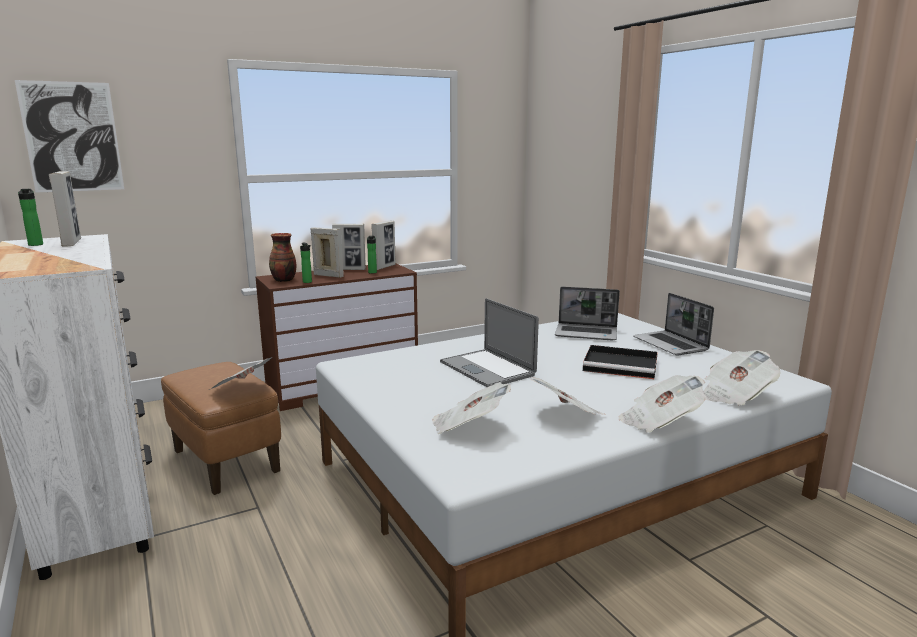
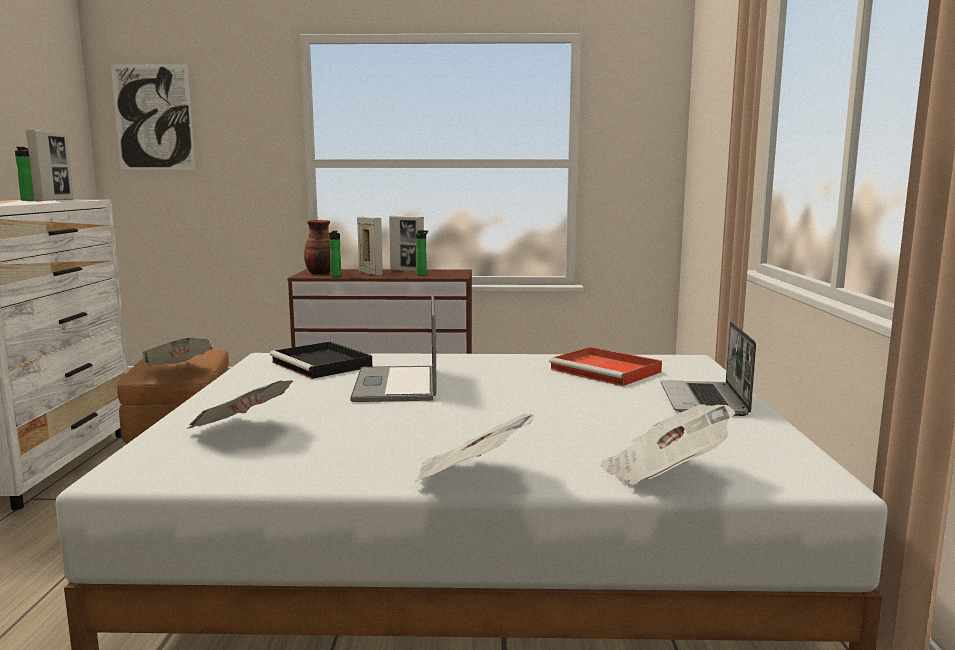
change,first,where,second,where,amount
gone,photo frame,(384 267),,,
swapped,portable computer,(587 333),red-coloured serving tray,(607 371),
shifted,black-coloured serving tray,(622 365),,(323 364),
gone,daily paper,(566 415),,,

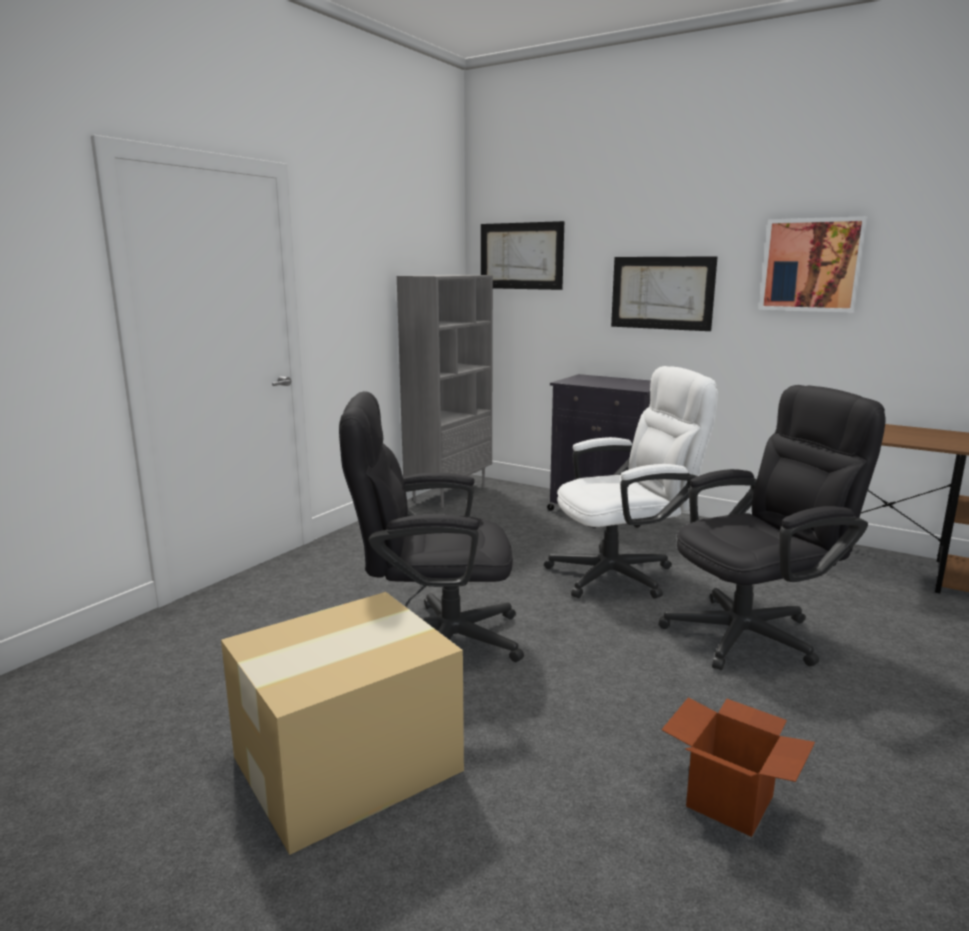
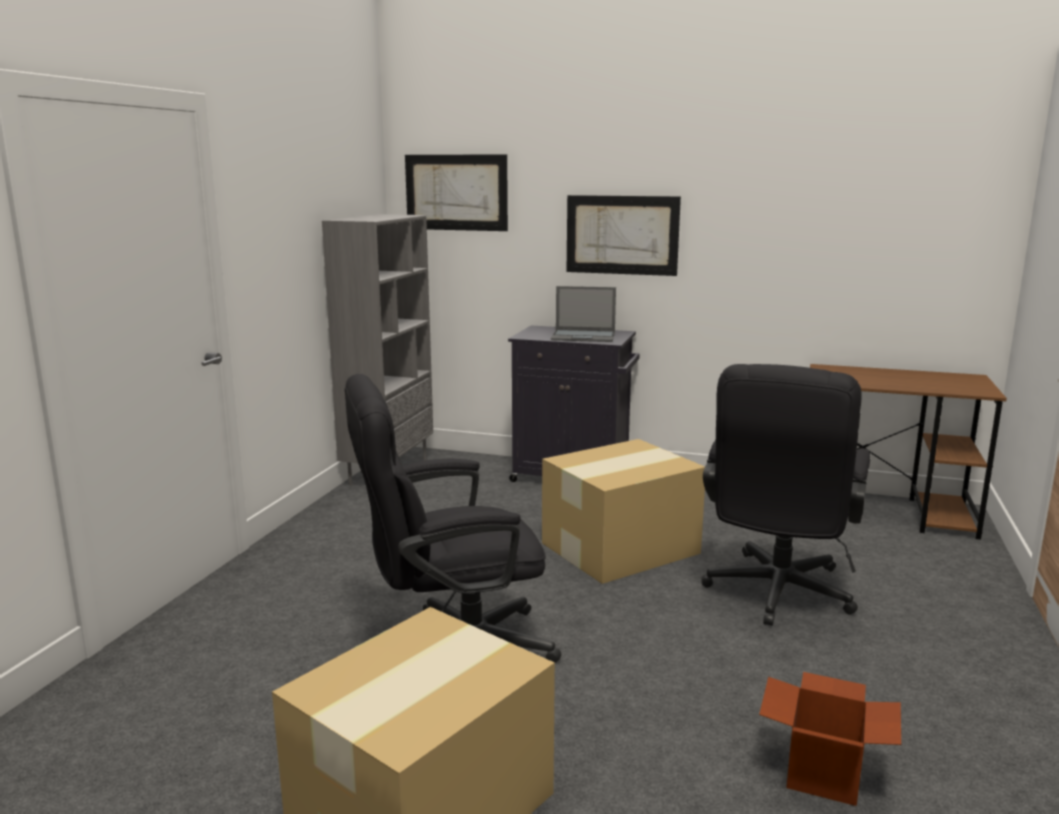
change,first,where,second,where,amount
gone,wall art,(811 265),,,
swapped,white office chair,(623 574),cardboard box,(622 548),
rotated,black-coloured office chair,(754 632),,(776 596),150 degrees clockwise
new,,,portable computer,(584 336),

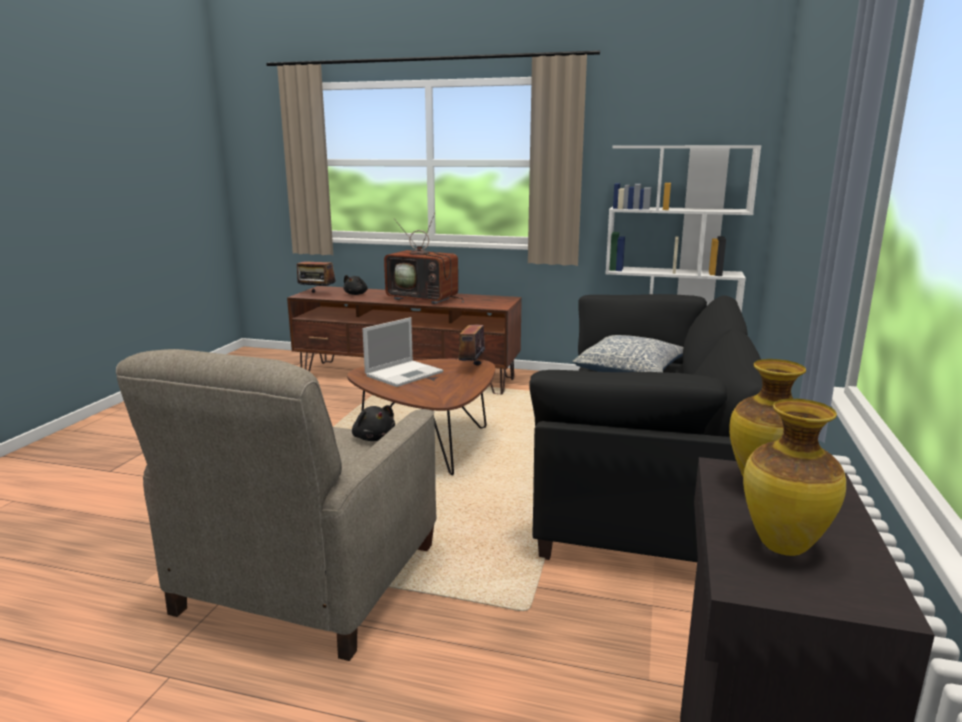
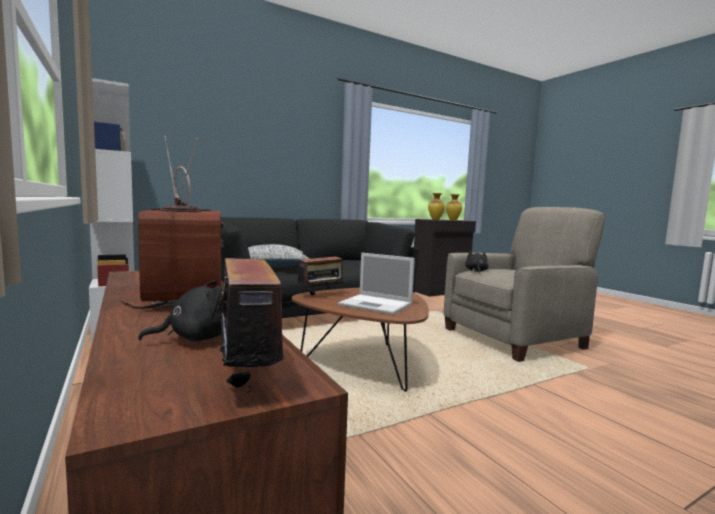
change,first,where,second,where,amount
rotated,portable computer,(405 373),,(377 305),150 degrees counterclockwise

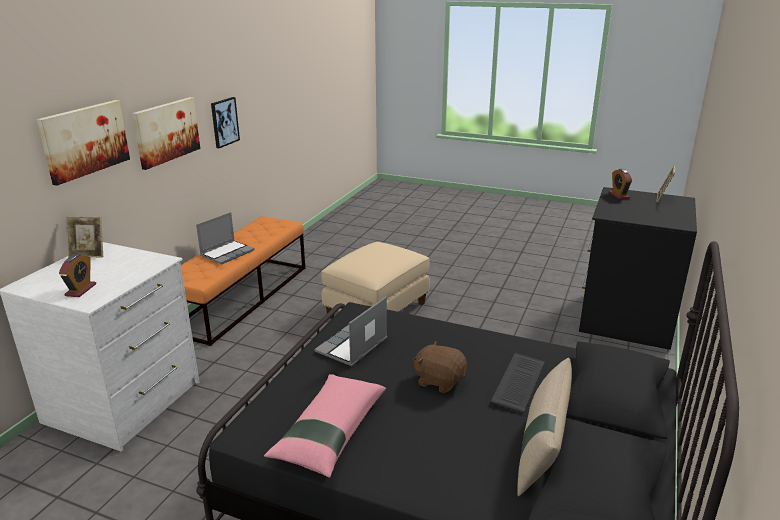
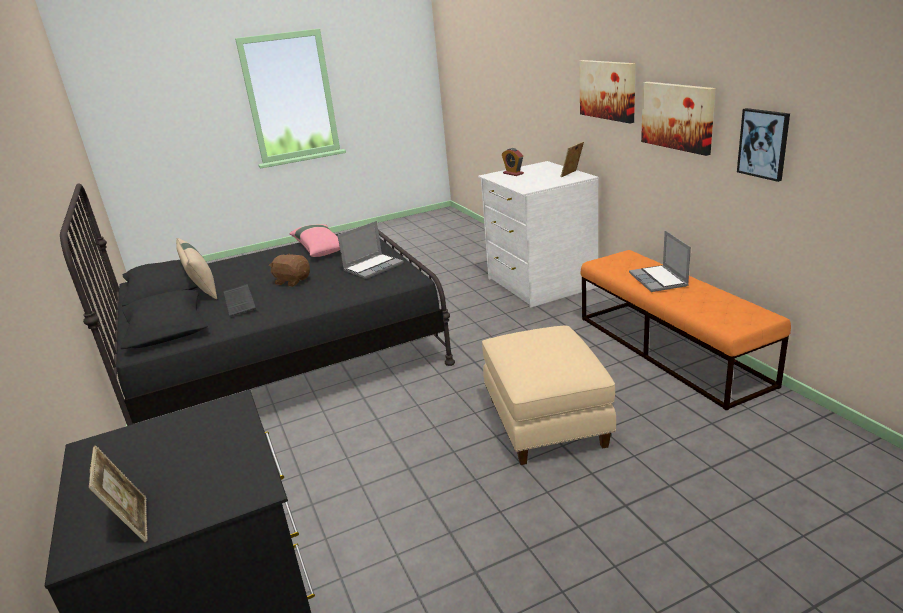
change,first,where,second,where,amount
gone,alarm clock,(618 195),,,
rotated,portable computer,(352 346),,(373 267),60 degrees clockwise
rotated,brownish cuddly toy,(439 381),,(292 281),135 degrees counterclockwise

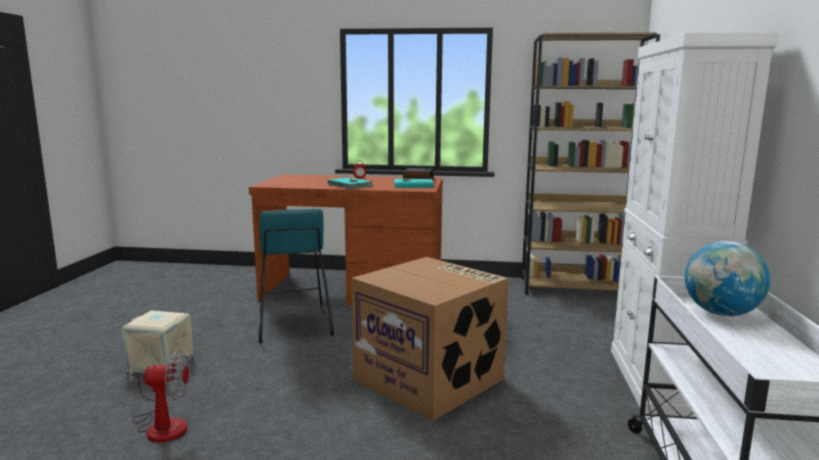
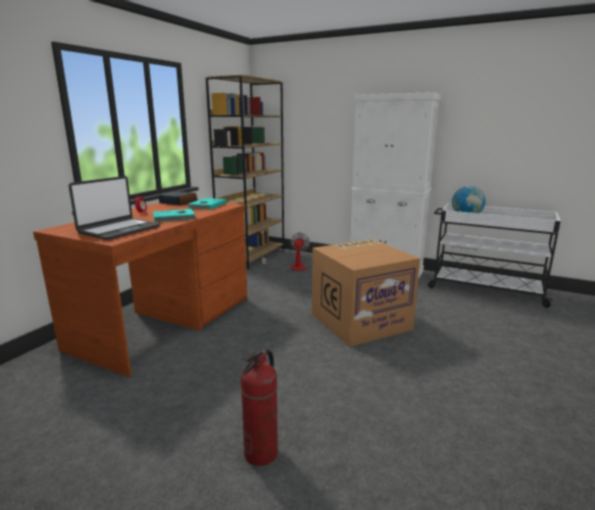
change,first,where,second,where,amount
gone,blue-green sitting stool,(293 326),,,
swapped,beige storage box,(160 363),fire extinguisher,(261 453),
shifted,electric fan,(161 425),,(292 269),
new,,,portable computer,(119 230),

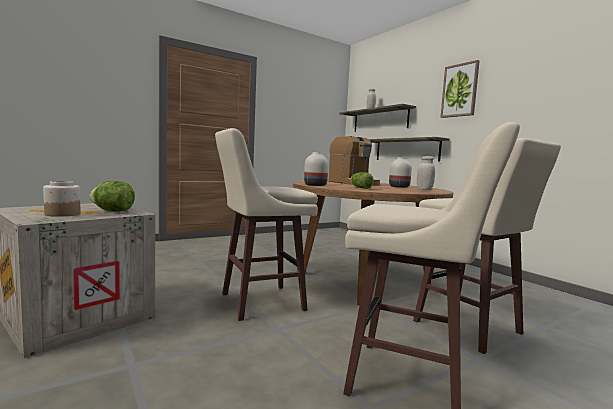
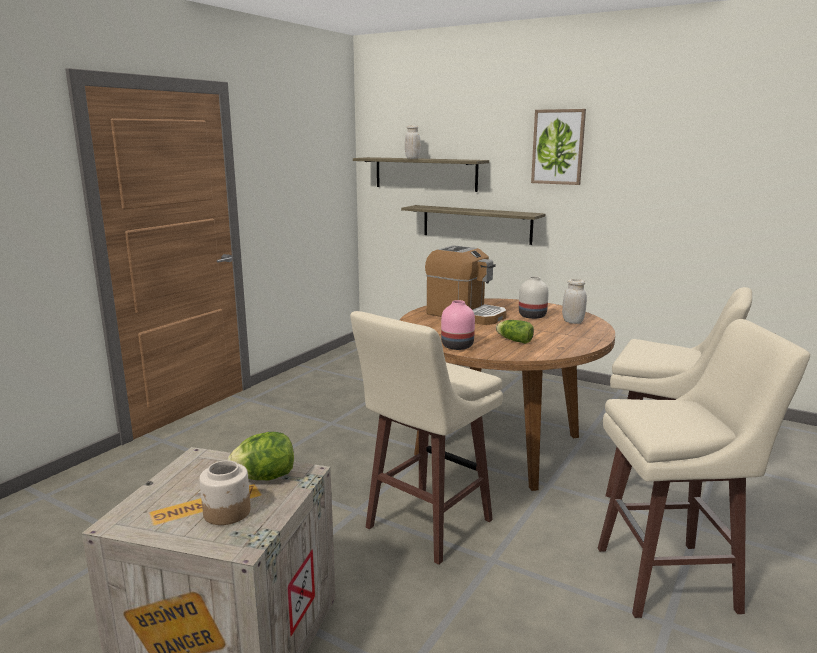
change,first,where,second,where,amount
repainted,white flower vase,(314 185),pinkish flower vase,(456 346),

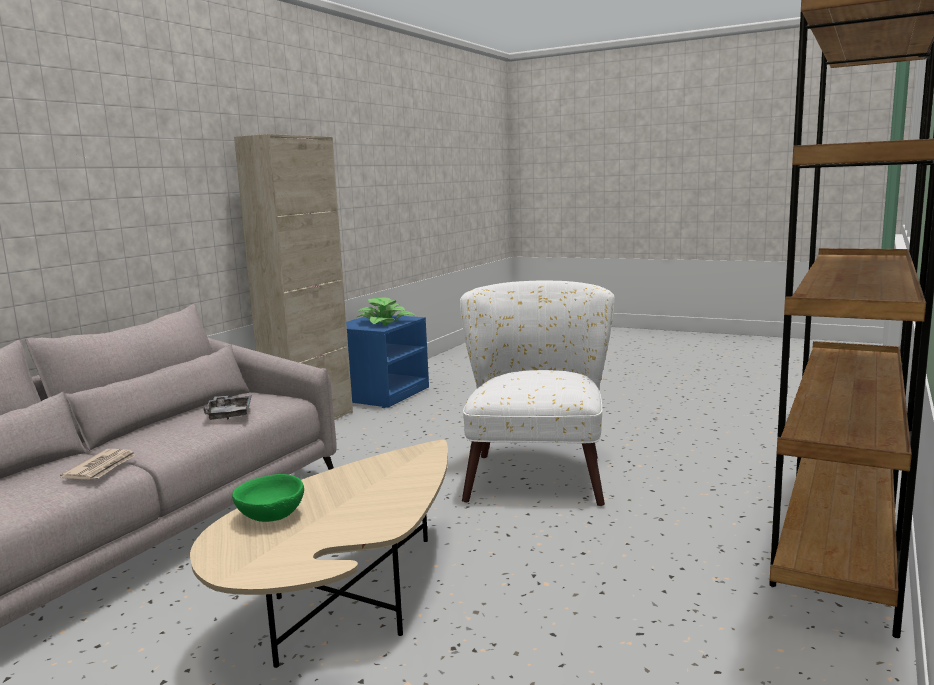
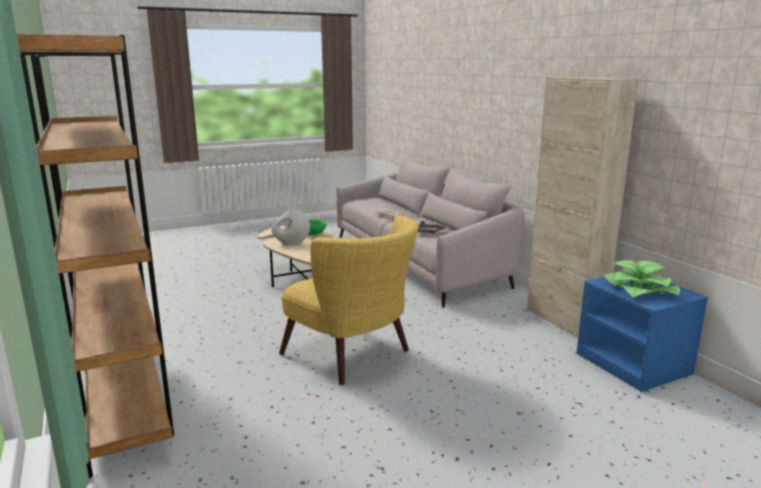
change,first,where,second,where,amount
repainted,white armchair,(537 472),yellowish armchair,(354 357),
new,,,white flower vase,(291 243),

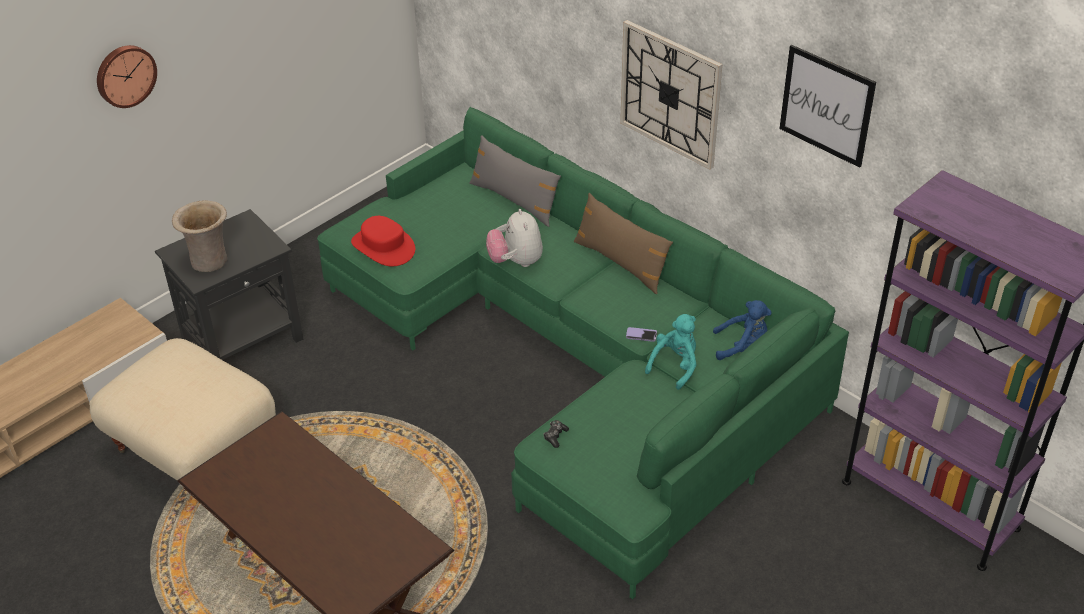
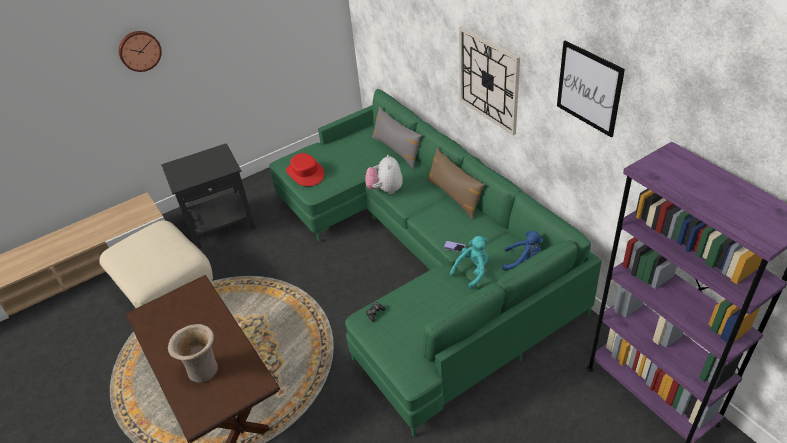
change,first,where,second,where,amount
shifted,beige flower vase,(208 260),,(203 370),

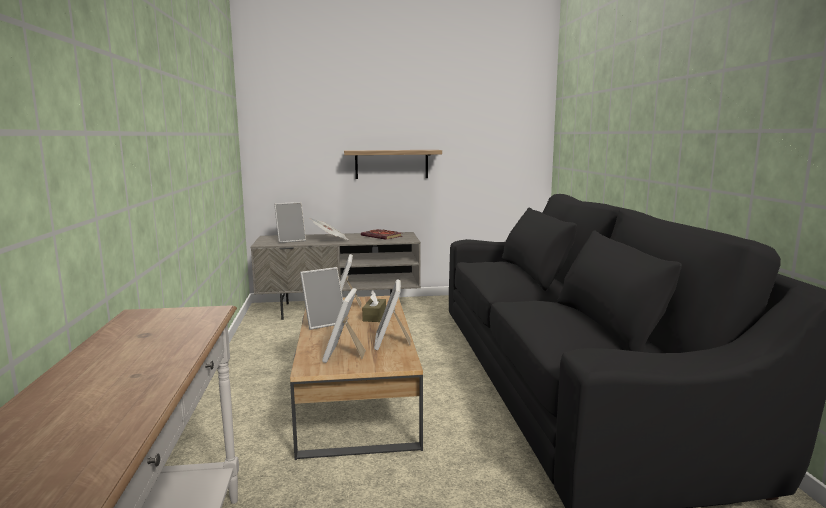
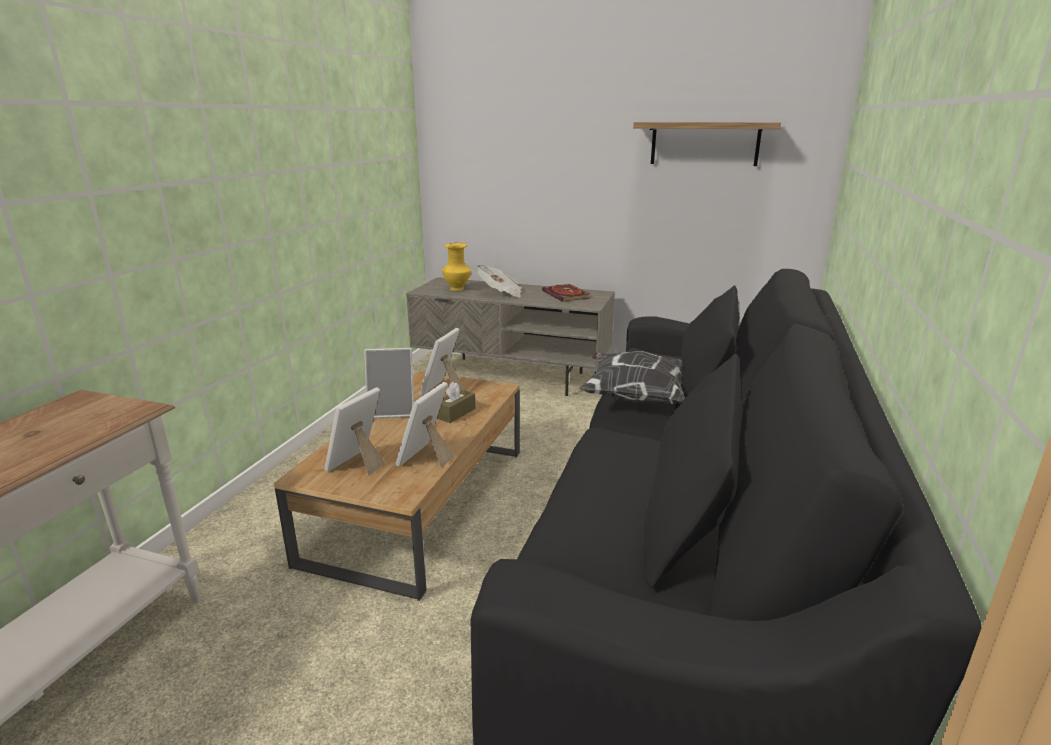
change,first,where,second,where,amount
shifted,wall shelf,(391 164),,(704 143),
swapped,photo frame,(291 240),yellowish flower vase,(458 289),
new,,,cushion,(634 397),

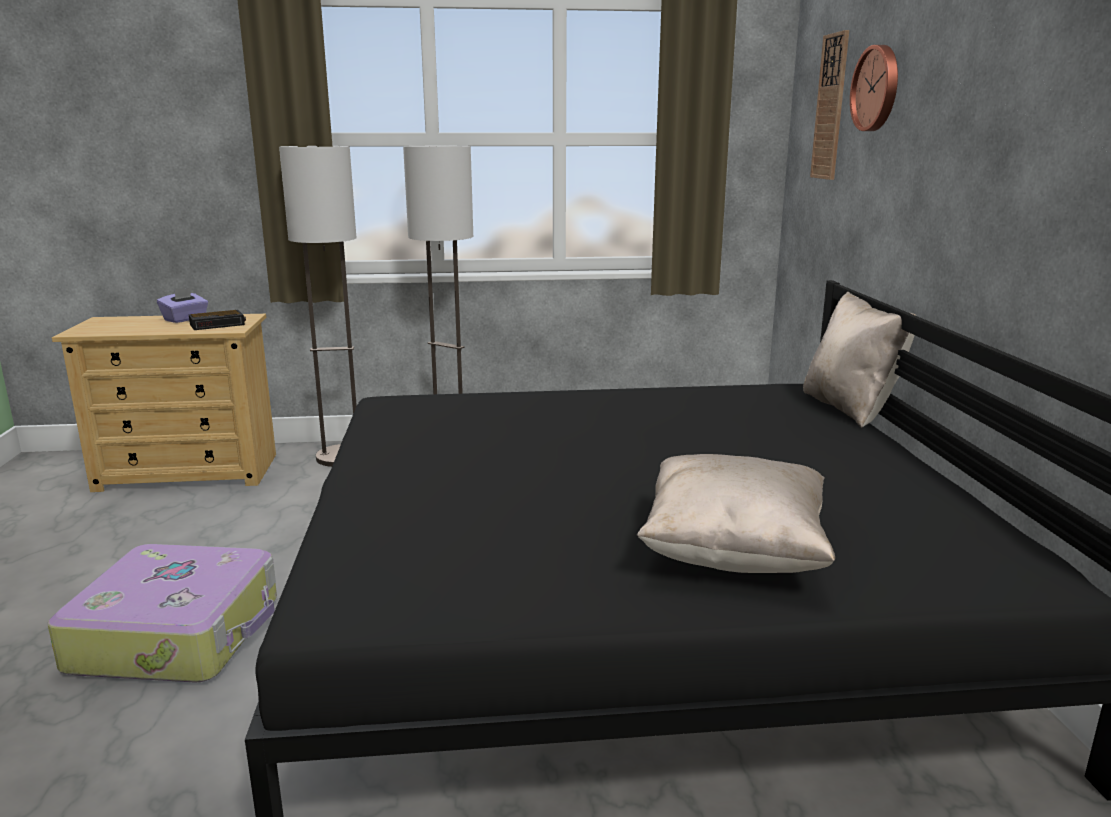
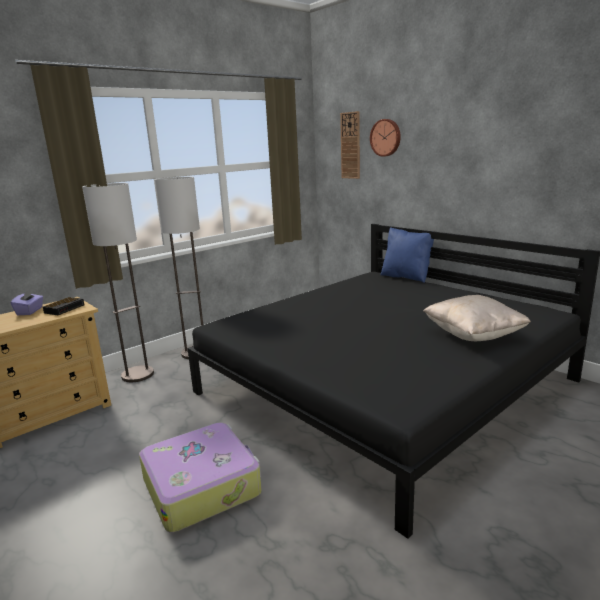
change,first,where,second,where,amount
repainted,beige cushion,(851 408),blue cushion,(406 277),

